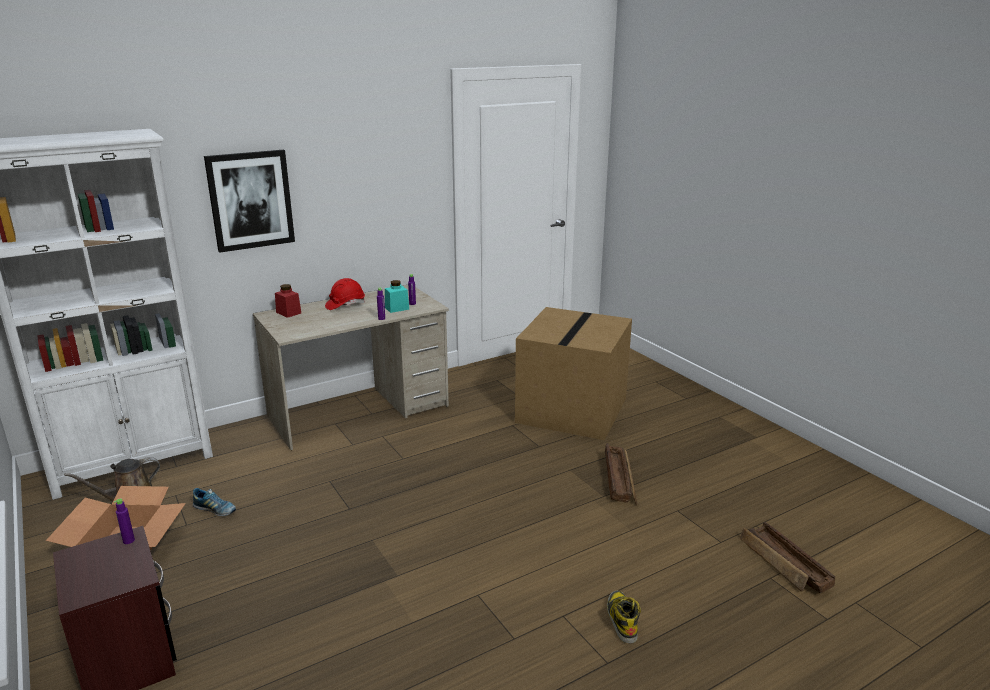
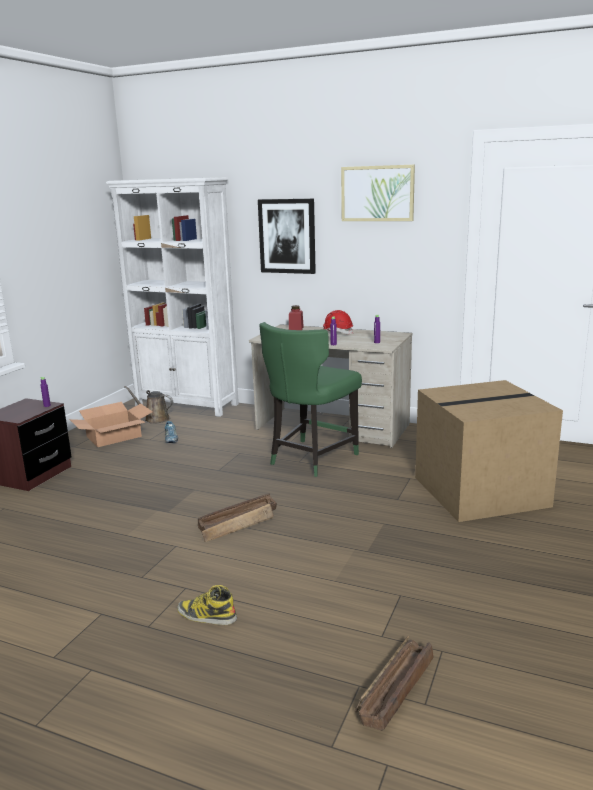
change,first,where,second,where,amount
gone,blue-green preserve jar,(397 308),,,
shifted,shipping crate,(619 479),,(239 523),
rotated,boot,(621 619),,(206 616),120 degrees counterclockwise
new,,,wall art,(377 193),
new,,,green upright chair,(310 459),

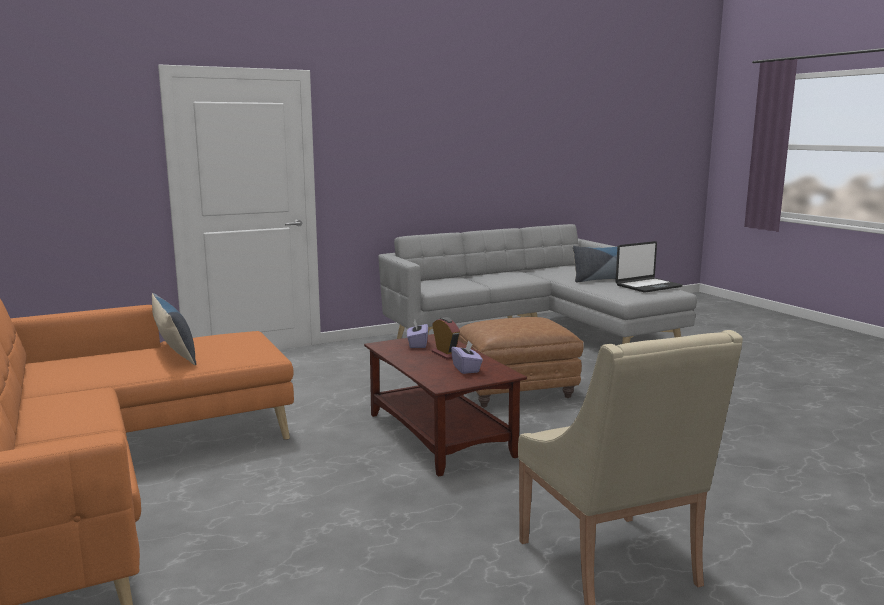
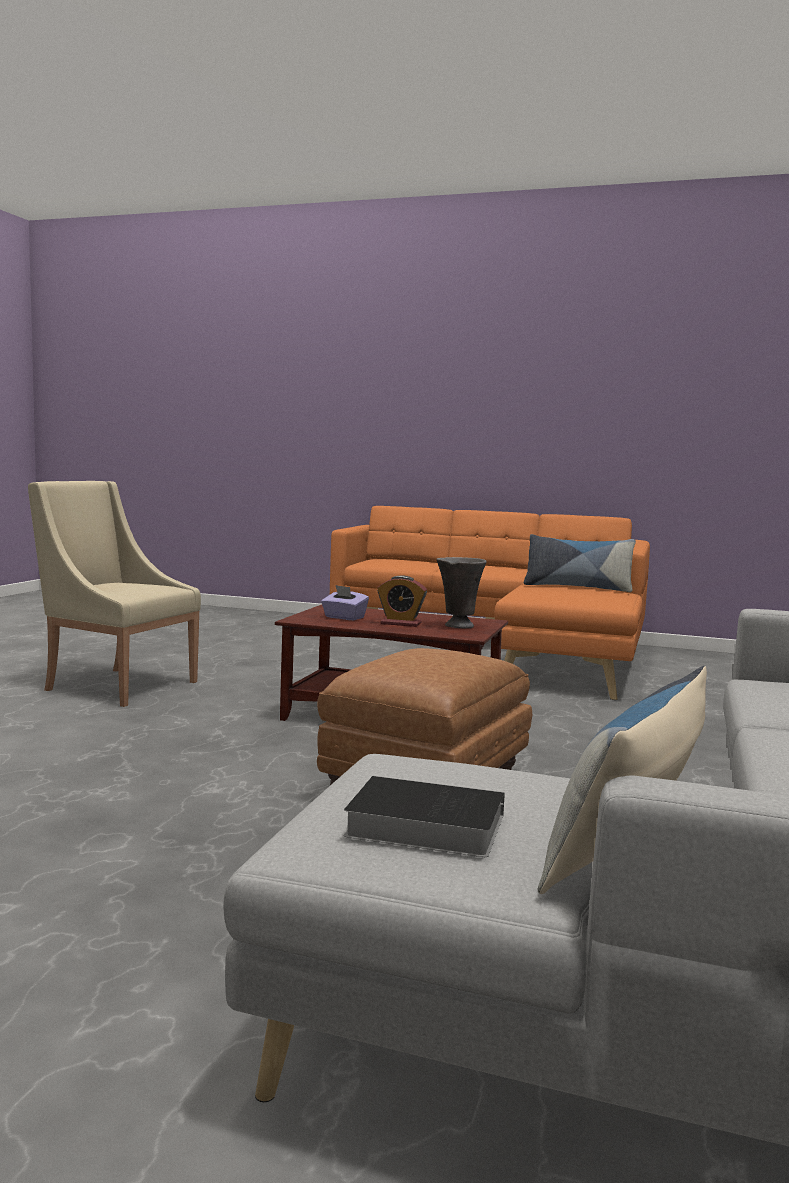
change,first,where,second,where,amount
swapped,portable computer,(648 286),bound book,(420 825),
swapped,purple-coloured tissue holder,(417 344),grey flower vase,(458 626),

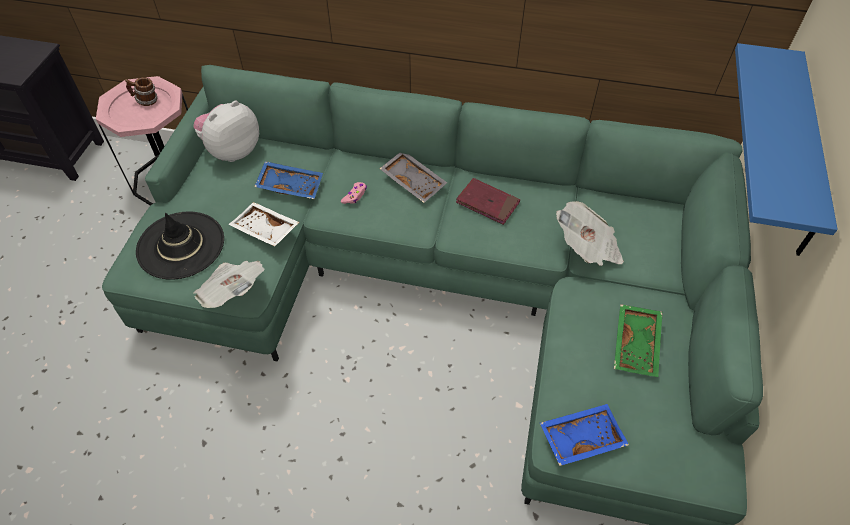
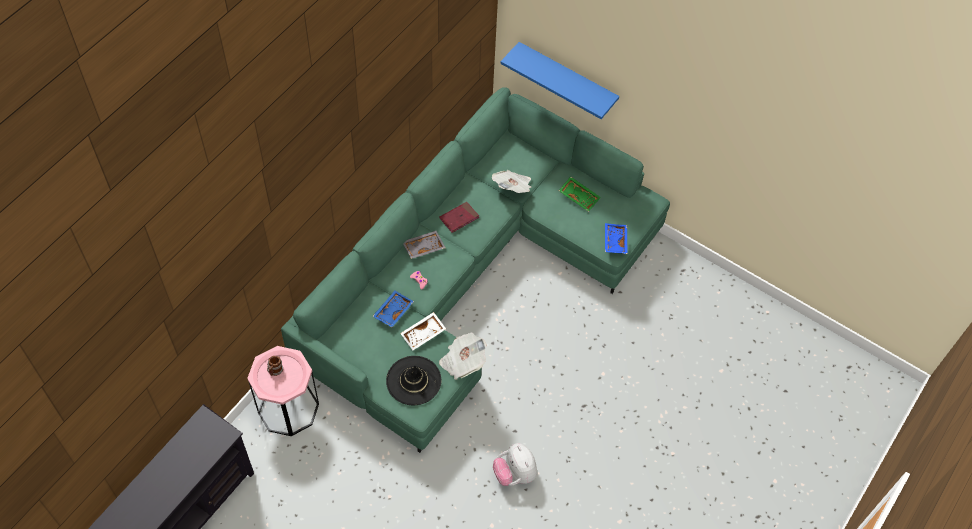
change,first,where,second,where,amount
shifted,cuddly toy,(232 150),,(515 473),

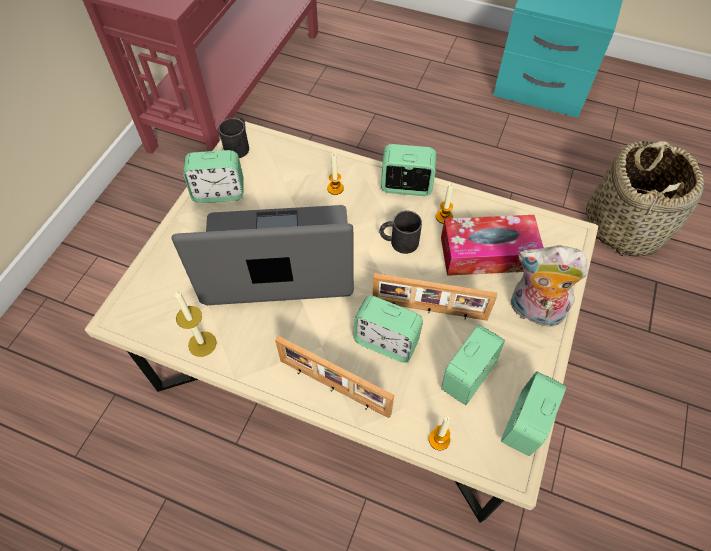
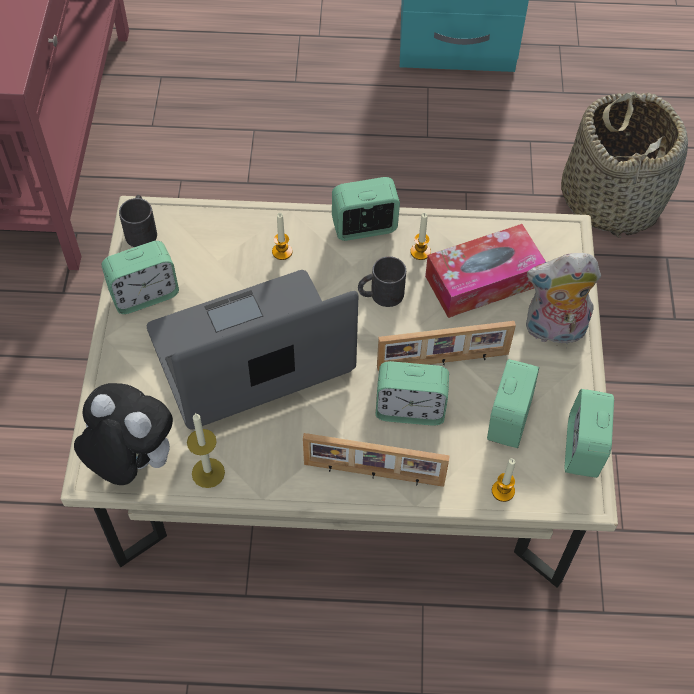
change,first,where,second,where,amount
new,,,cuddly toy,(131 462),

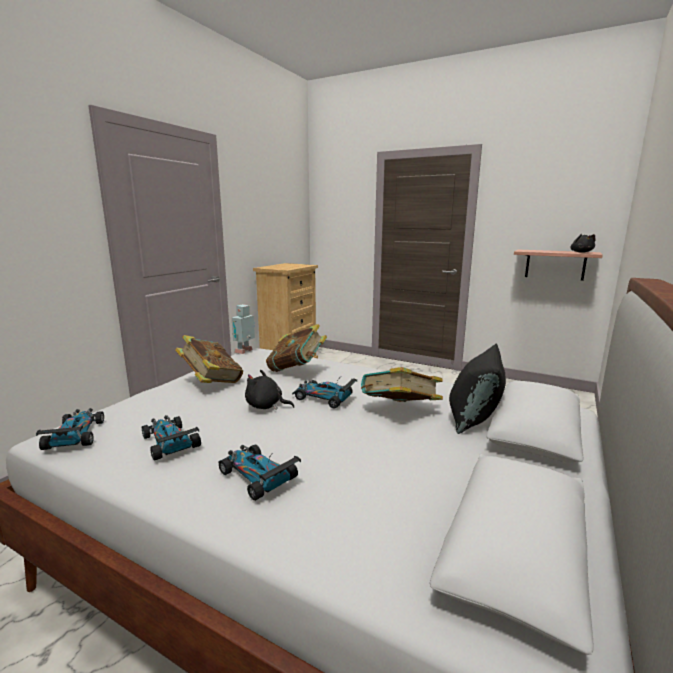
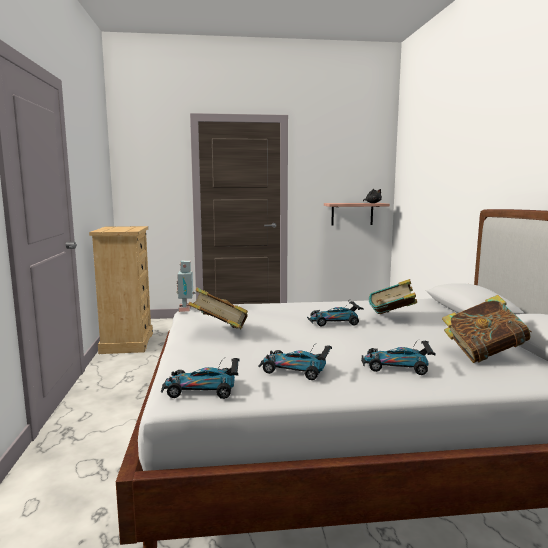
change,first,where,second,where,amount
shifted,bound book,(297 369),,(483 355),
gone,black-coloured cushion,(474 418),,,
gone,black-coloured cuddly toy,(266 406),,,
rotated,miniature car,(75 435),,(202 389),45 degrees counterclockwise

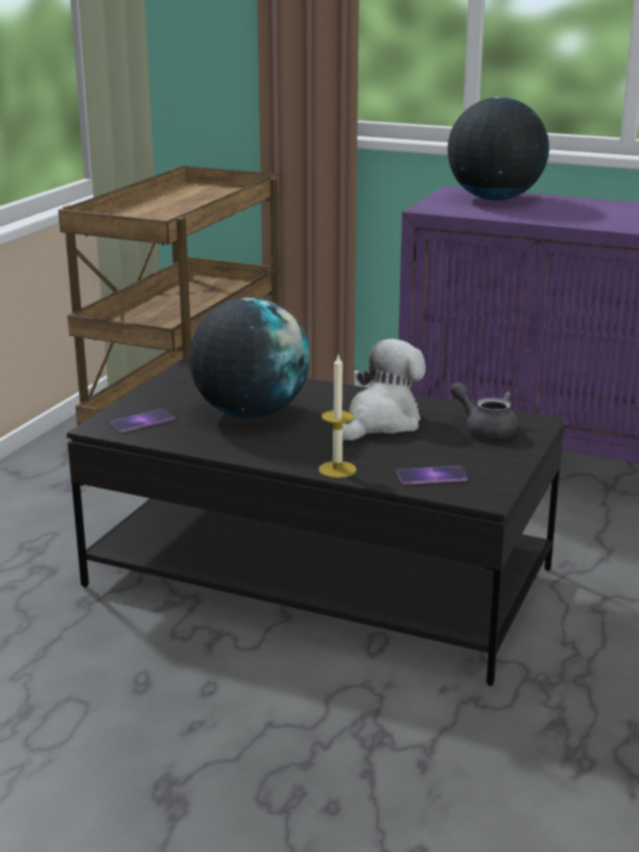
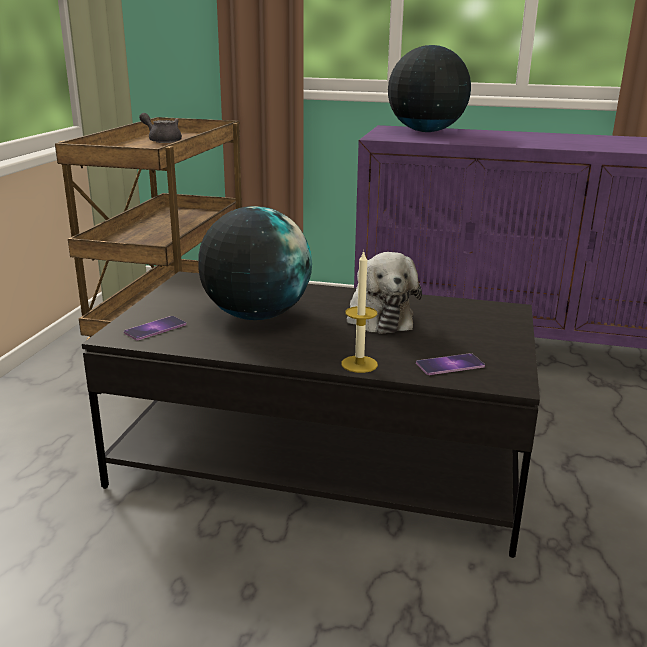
change,first,where,second,where,amount
rotated,cuddly toy,(381 422),,(378 317),135 degrees clockwise
shifted,grey pot for tea,(485 429),,(162 140),

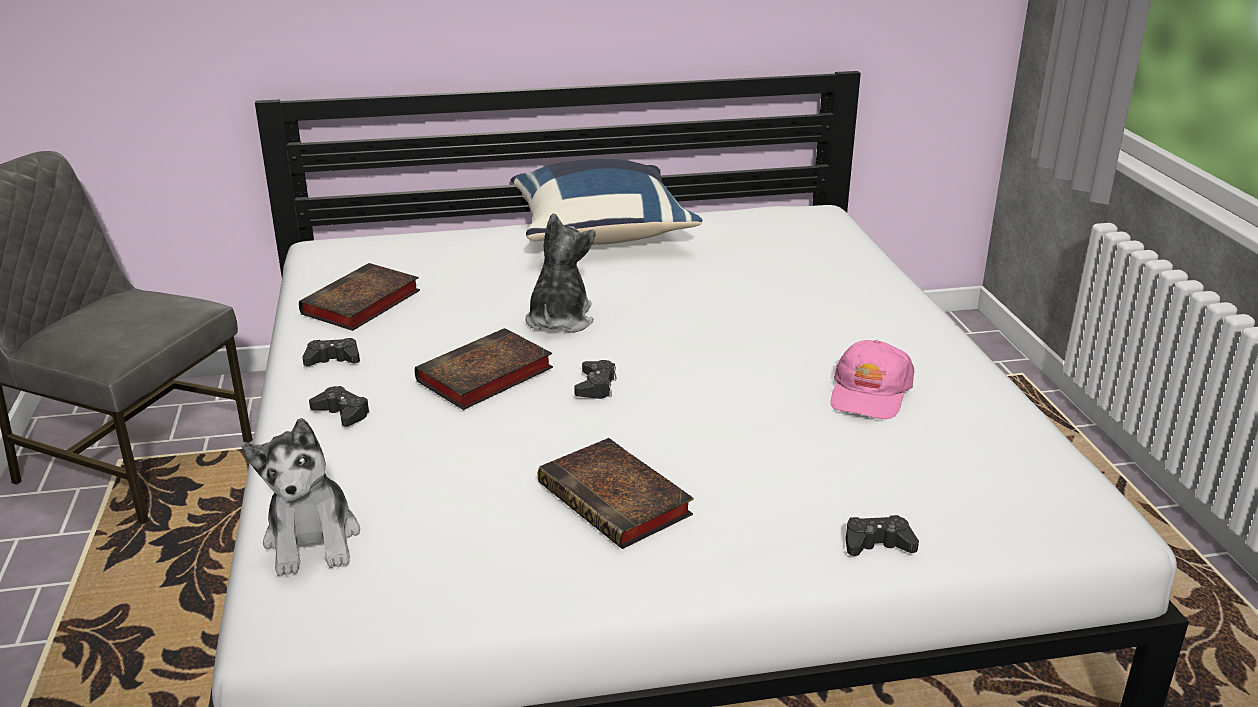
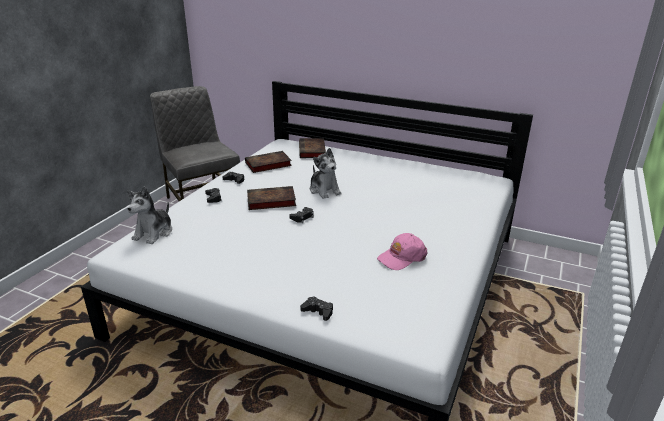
change,first,where,second,where,amount
gone,blue cushion,(601 233),,,
rotated,cuddly toy,(559 320),,(324 190),105 degrees clockwise
shifted,bound book,(618 501),,(312 151),

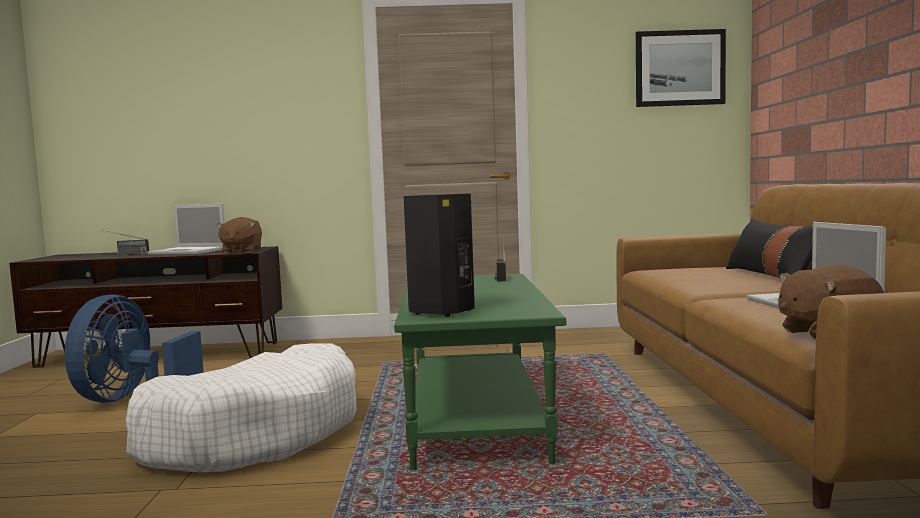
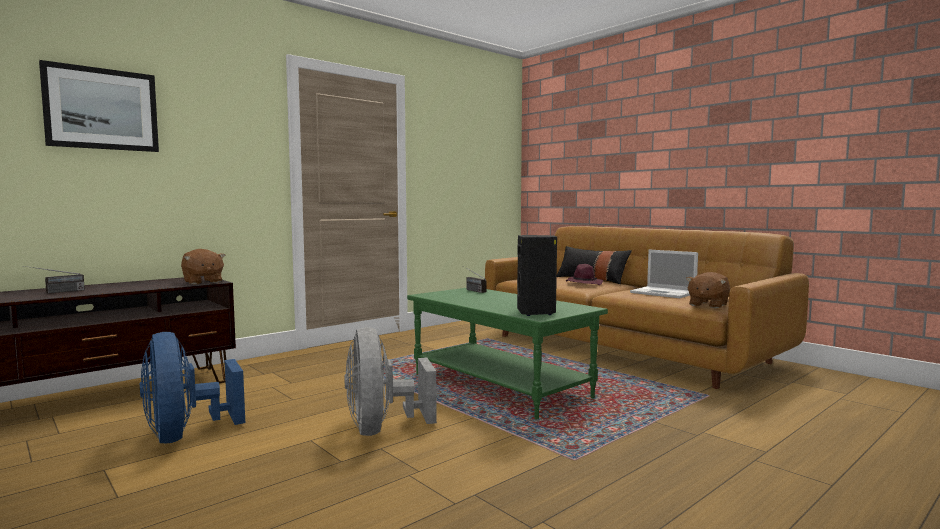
change,first,where,second,where,amount
shifted,wall art,(679 68),,(102 109),
gone,portable computer,(189 251),,,
swapped,white pet bed,(254 434),grey electric fan,(382 428),
new,,,purple-coloured hat,(583 283),

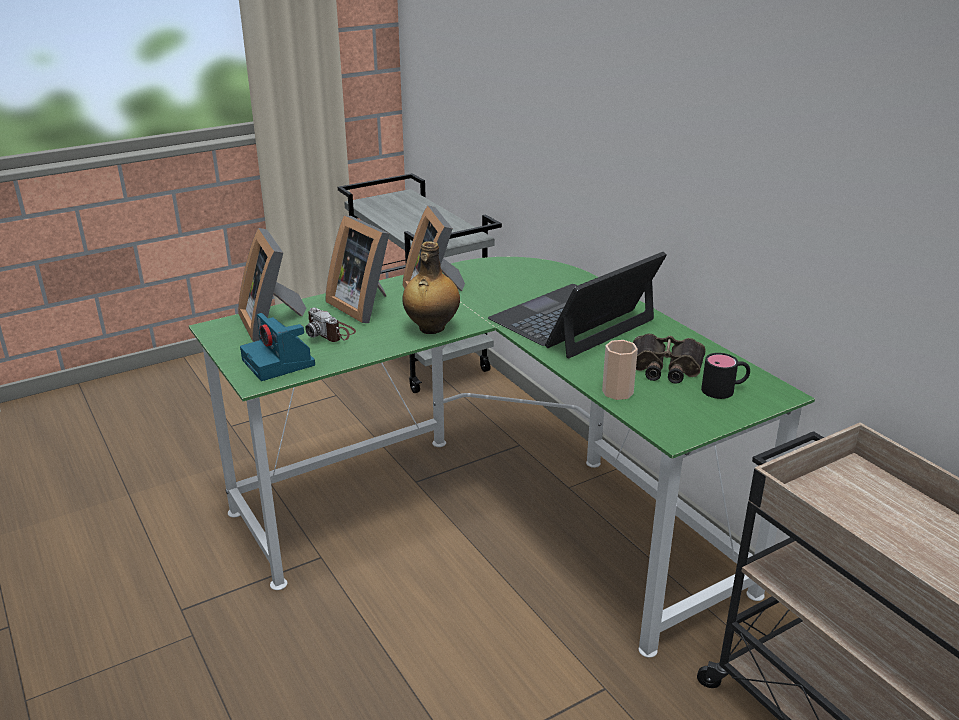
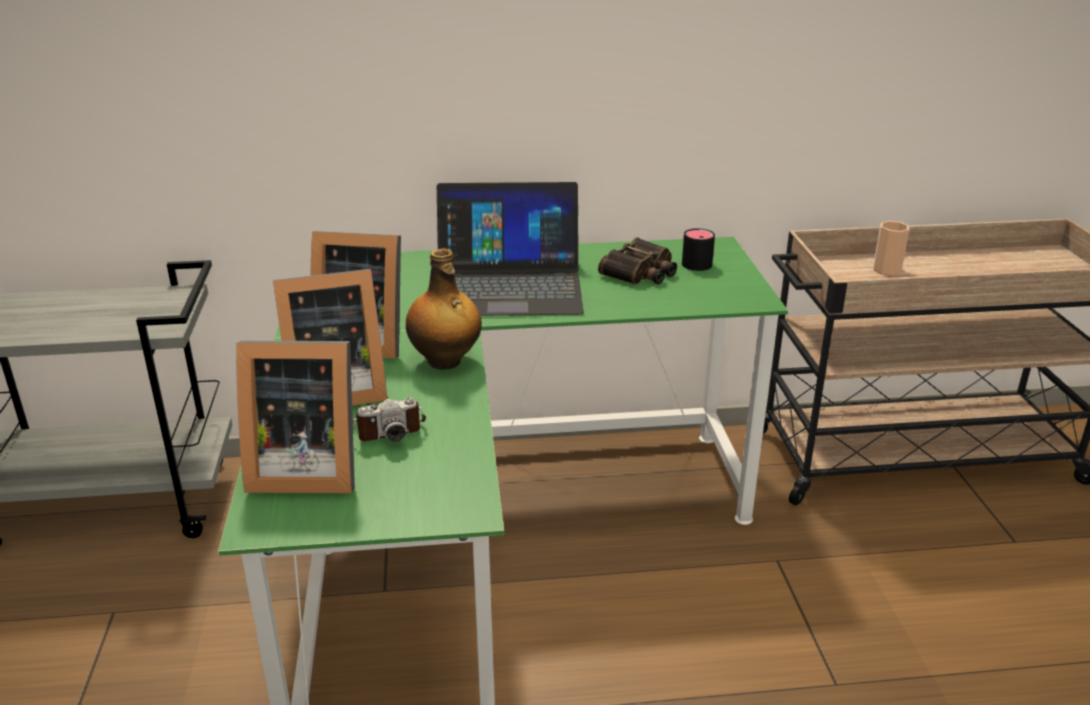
change,first,where,second,where,amount
rotated,portable computer,(573 320),,(508 285),75 degrees counterclockwise
gone,photo camera,(279 363),,,
shifted,drinking cup,(617 392),,(887 270),

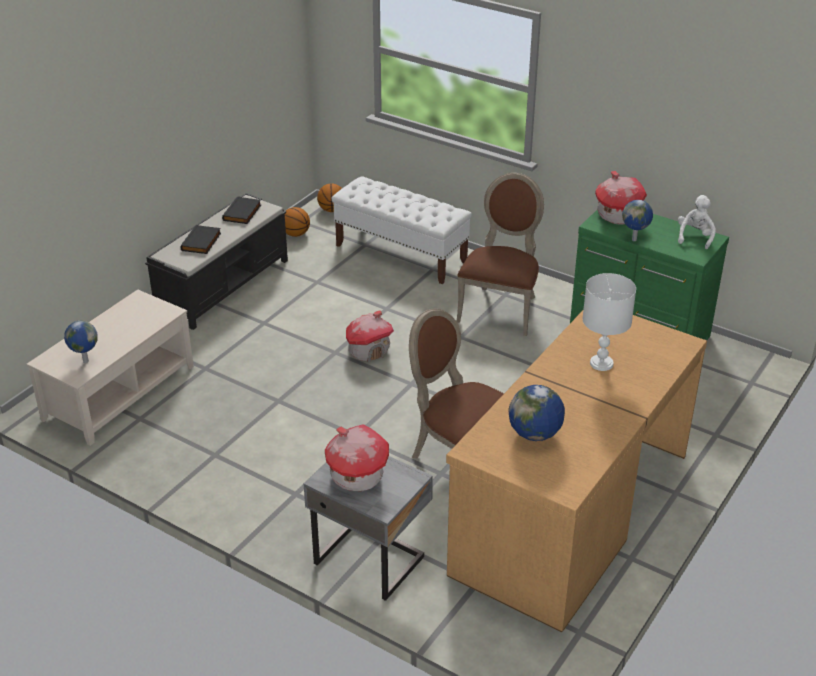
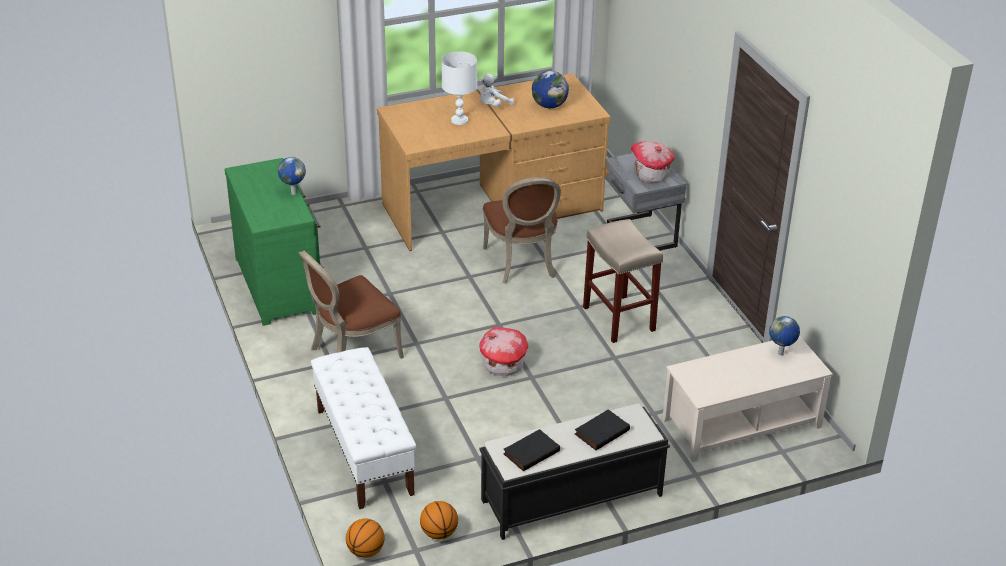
change,first,where,second,where,amount
gone,model house,(617 215),,,
shifted,white cuddly toy,(695 237),,(493 105),
new,,,beige sitting stool,(619 319),

